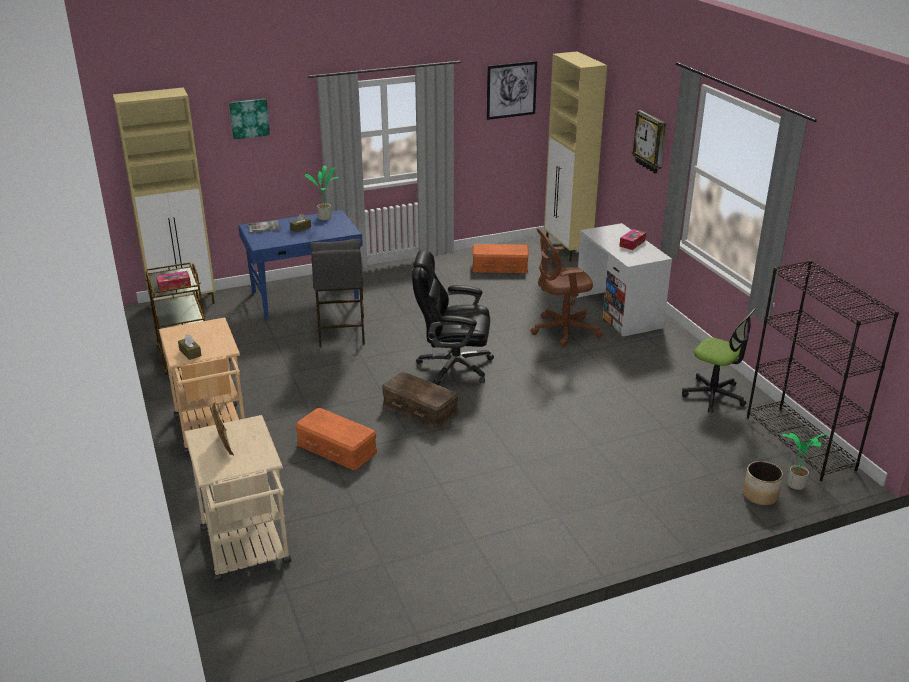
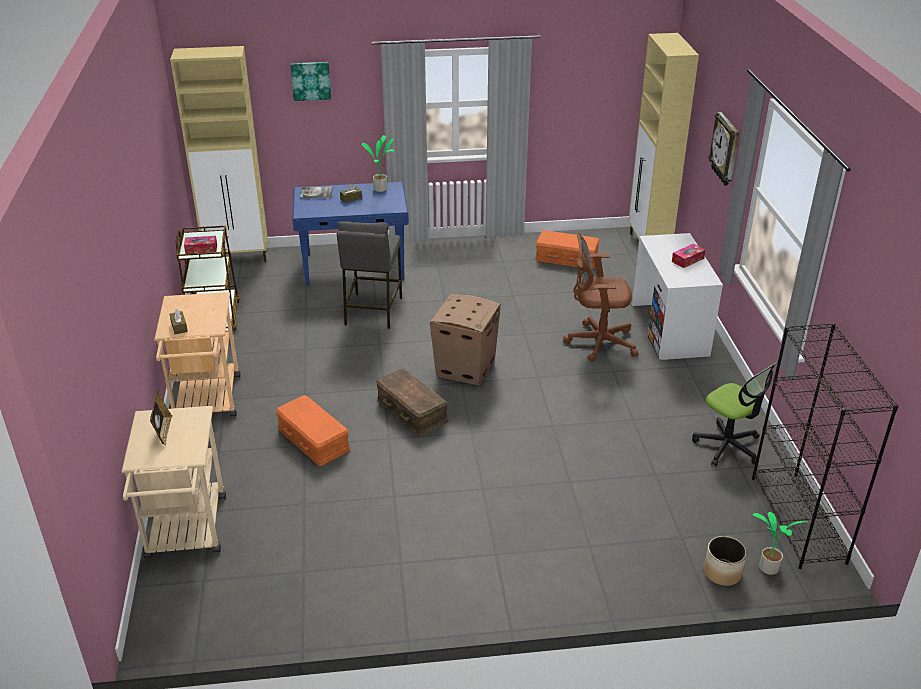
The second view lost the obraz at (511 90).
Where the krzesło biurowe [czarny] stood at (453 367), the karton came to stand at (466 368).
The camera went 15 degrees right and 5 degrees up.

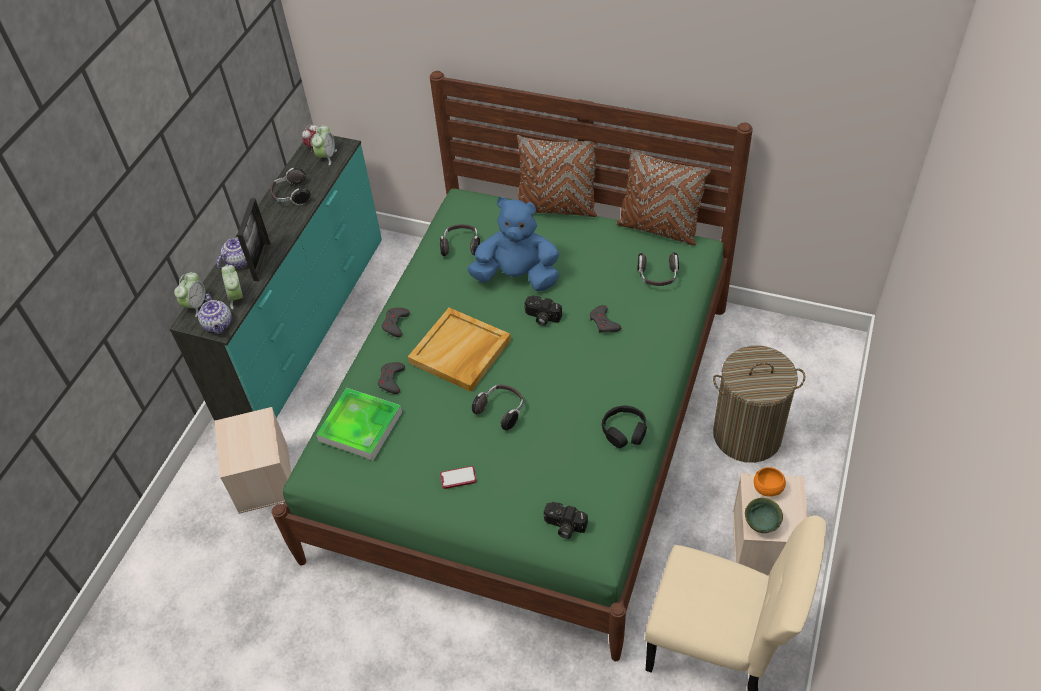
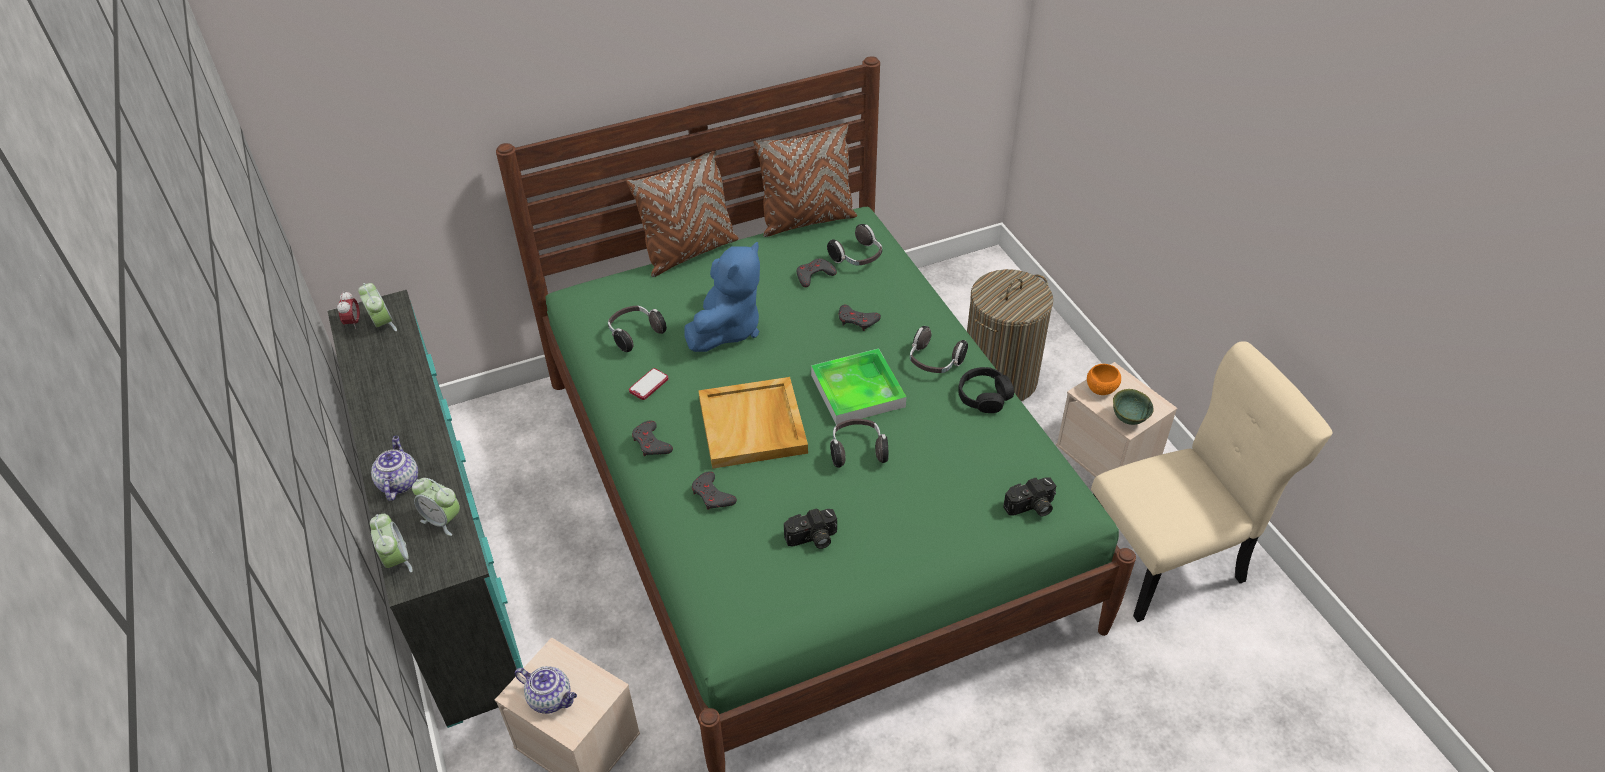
The second view lost the ramka na zdjęcie at (262 262).
The second view gained the pad do gier [szary] at (814 275).
The imbryk ended up elsewhere, having gone from (218 325) to (551 698).
The słuchawki ended up elsewhere, having gone from (291 196) to (934 362).
The taca ended up elsewhere, having gone from (360 426) to (857 391).
The telefon ended up elsewhere, having gone from (458 478) to (649 385).
The aparat fotograficzny ended up elsewhere, having gone from (541 317) to (812 539).
The pluszak [niebieski] at (517 276) ended up facing another way, 150 degrees clockwise from before.
The camera went 45 degrees left and 5 degrees down.

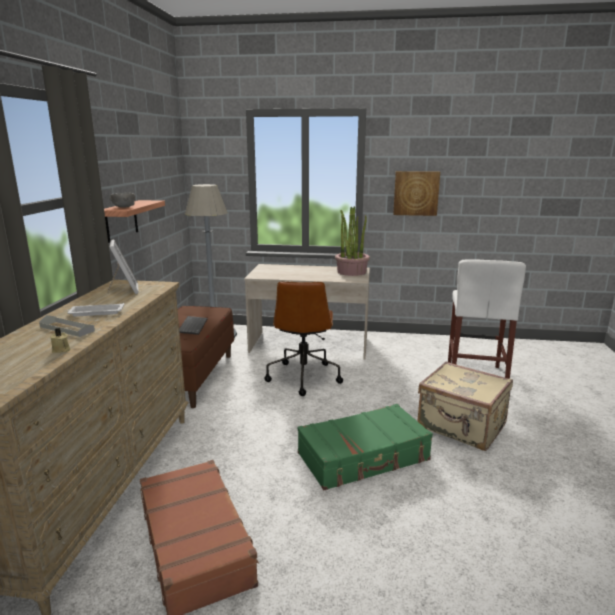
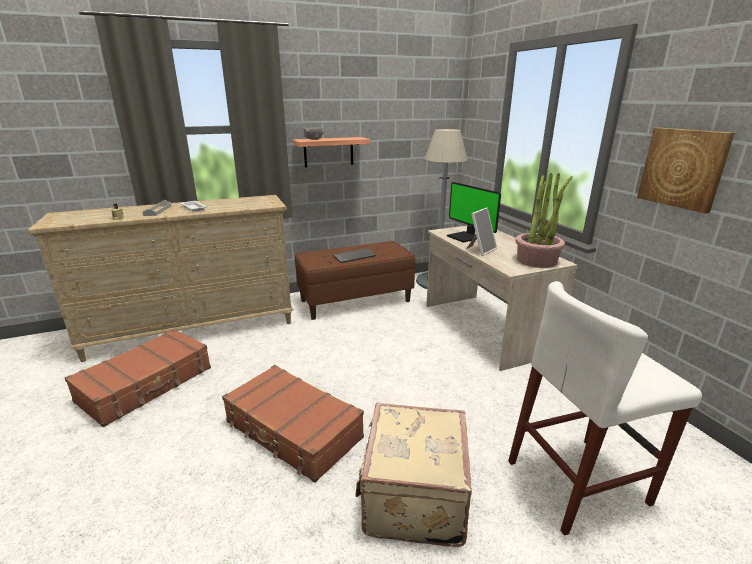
The second view lost the krzesło biurowe [brązowy] at (303 377).
The second view gained the monitor at (465 237).
The ramka na zdjęcie ended up elsewhere, having gone from (124 290) to (480 250).
What was the walizka [zielony] at (364 457) turned into the walizka [brązowy] at (293 431).
The camera went 60 degrees right and 5 degrees up.

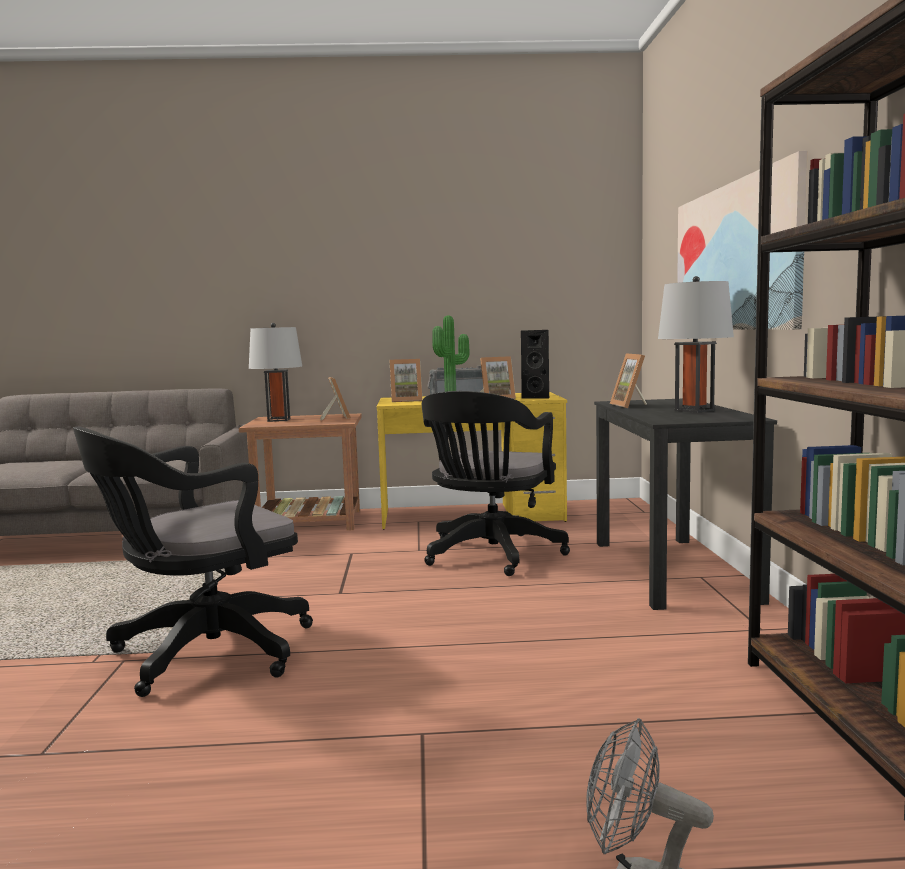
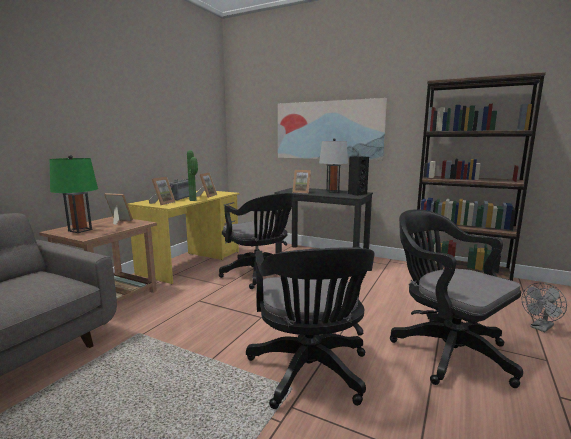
The second view gained the krzesło biurowe [czarny] at (445 350).
The głośnik [czarny] ended up elsewhere, having gone from (538 397) to (356 194).
What was the lampa stołowa [szary] at (279 420) turned into the lampa stołowa [zielony] at (80 230).
The camera went 60 degrees left and 5 degrees up.

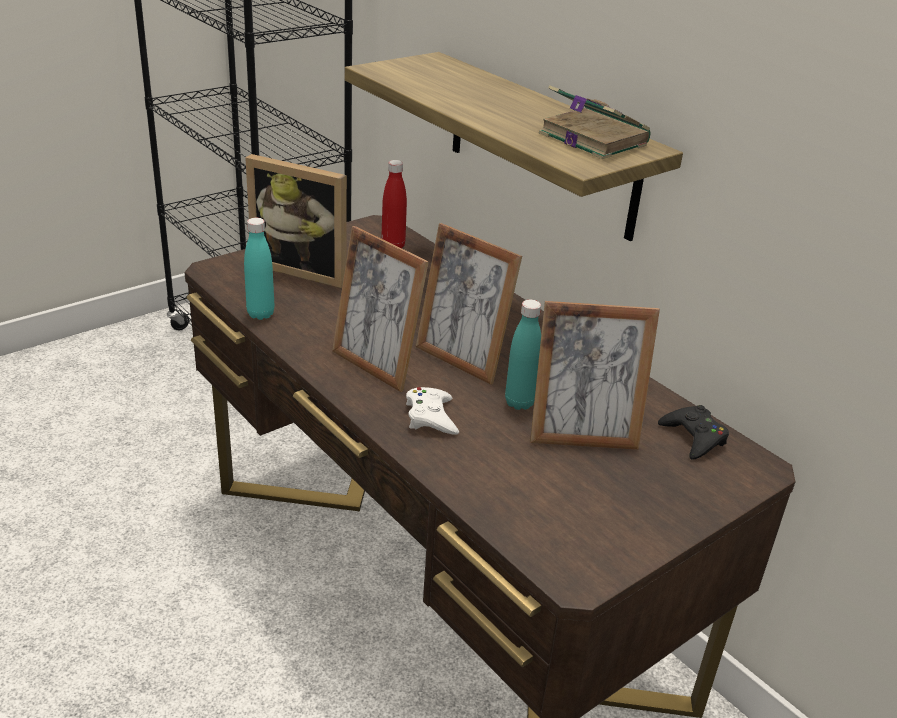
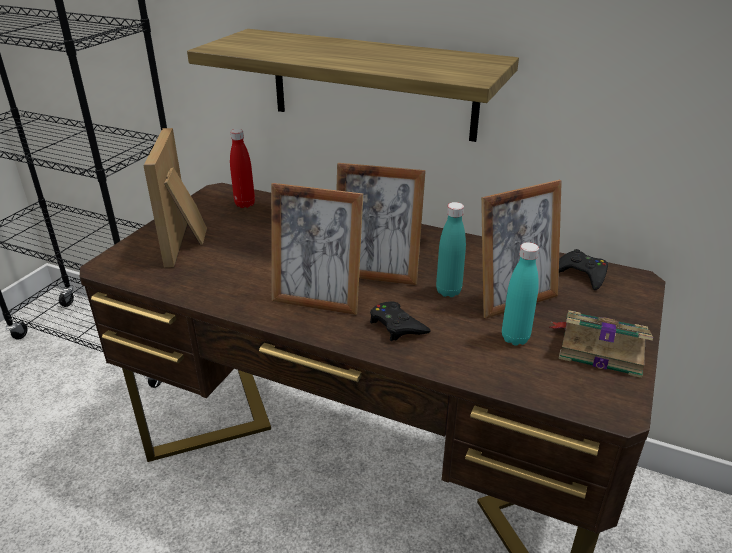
The butelka [turkusowy] ended up elsewhere, having gone from (260 314) to (515 338).
The książka ended up elsewhere, having gone from (591 138) to (599 347).
What was the pad do gier [biały] at (431 417) turned into the pad do gier [czarny] at (397 326).
The ramka na zdjęcie at (304 269) ended up facing another way, 90 degrees clockwise from before.
The camera went 25 degrees left and 0 degrees up.

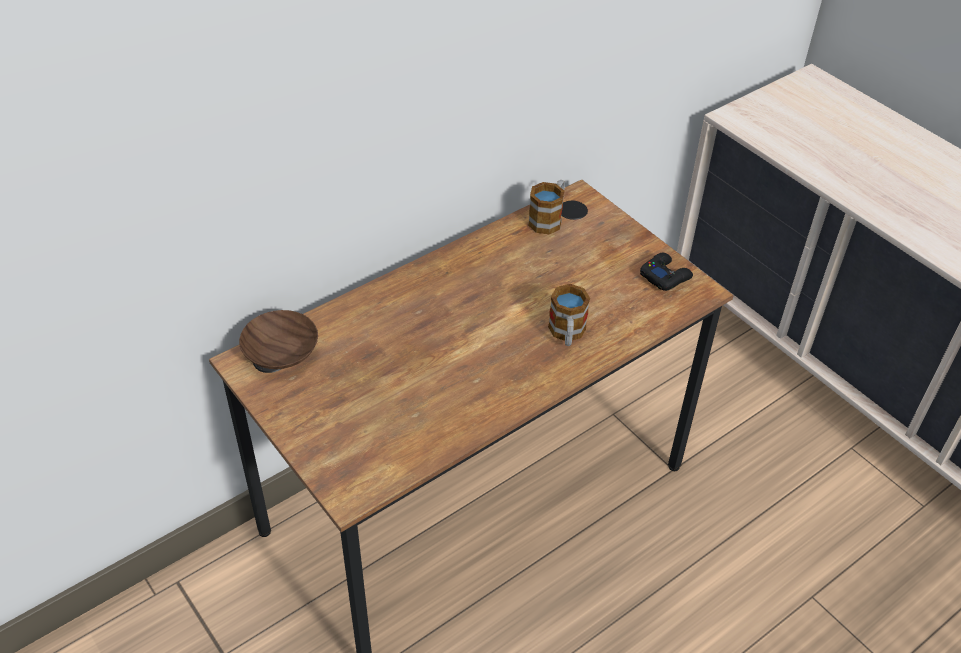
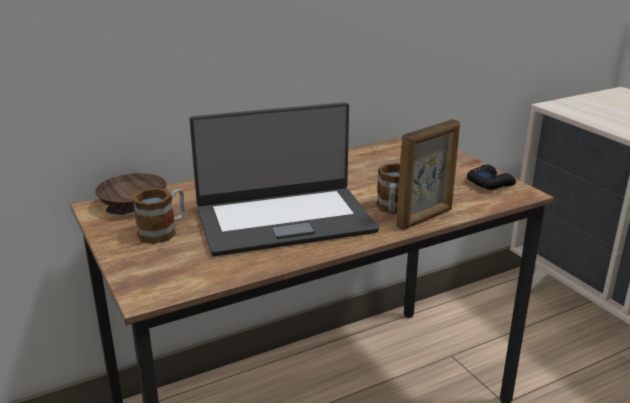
The second view gained the laptop at (284 220).
The second view gained the ramka na zdjęcie at (425 218).
The kubek ended up elsewhere, having gone from (548 219) to (163 231).
The camera went 10 degrees right and 20 degrees down.

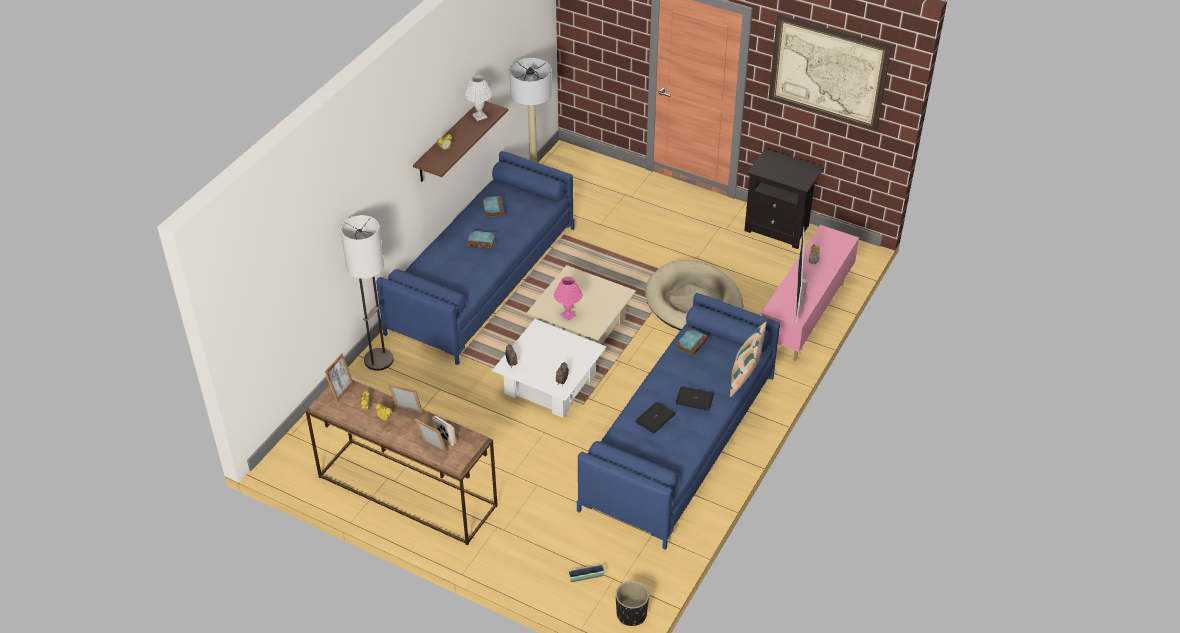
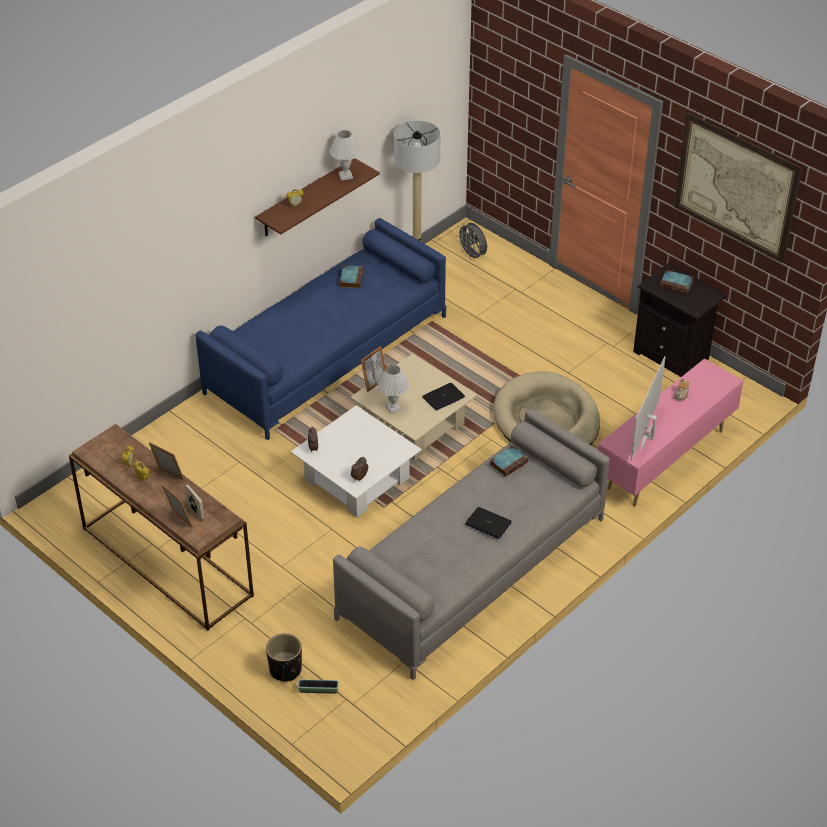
The second view lost the lampa stojąca at (378 360).
The second view lost the poduszka at (745 378).
The second view gained the wentylator [szary] at (472 256).
The ramka na zdjęcie ended up elsewhere, having gone from (341 391) to (374 383).
The książka ended up elsewhere, having gone from (482 242) to (677 284).
The donica [czarny] ended up elsewhere, having gone from (632 614) to (285 670).
The laptop ended up elsewhere, having gone from (655 418) to (443 397).
What was the lampa stołowa [różowy] at (568 315) turned into the lampa stołowa [biały] at (393 408).
What was the kanapa [niebieski] at (679 441) turned into the kanapa [szary] at (472 568).
The camera went 15 degrees right and 0 degrees up.

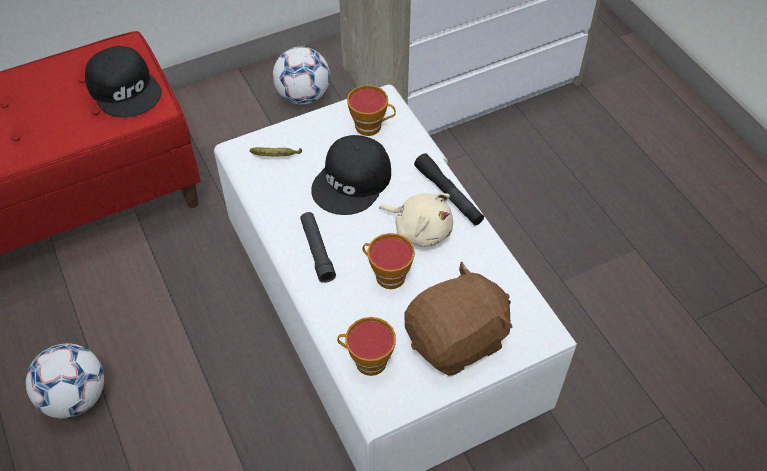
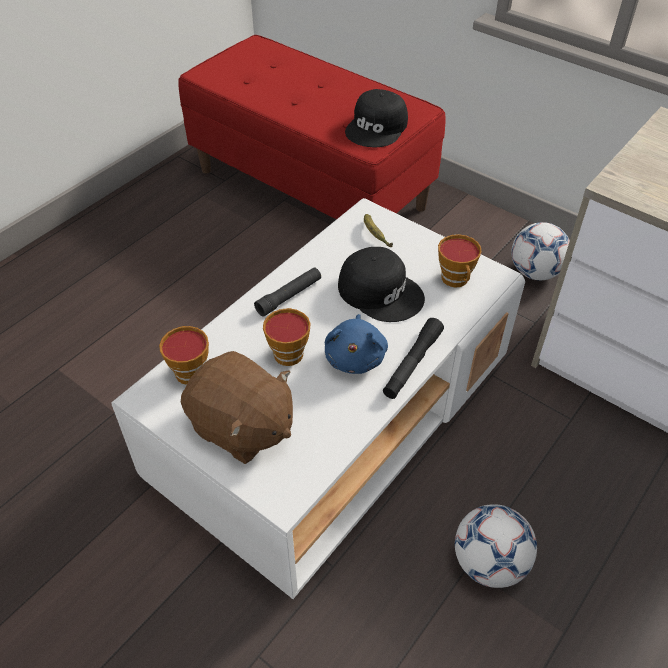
The piłka futbolowa ended up elsewhere, having gone from (75 397) to (489 563).
What was the pluszak [beżowy] at (420 229) turned into the pluszak [niebieski] at (355 357).
The czapka z daszkiem [czarny] at (353 182) ended up facing another way, 150 degrees counterclockwise from before.
The camera went 65 degrees right and 5 degrees down.

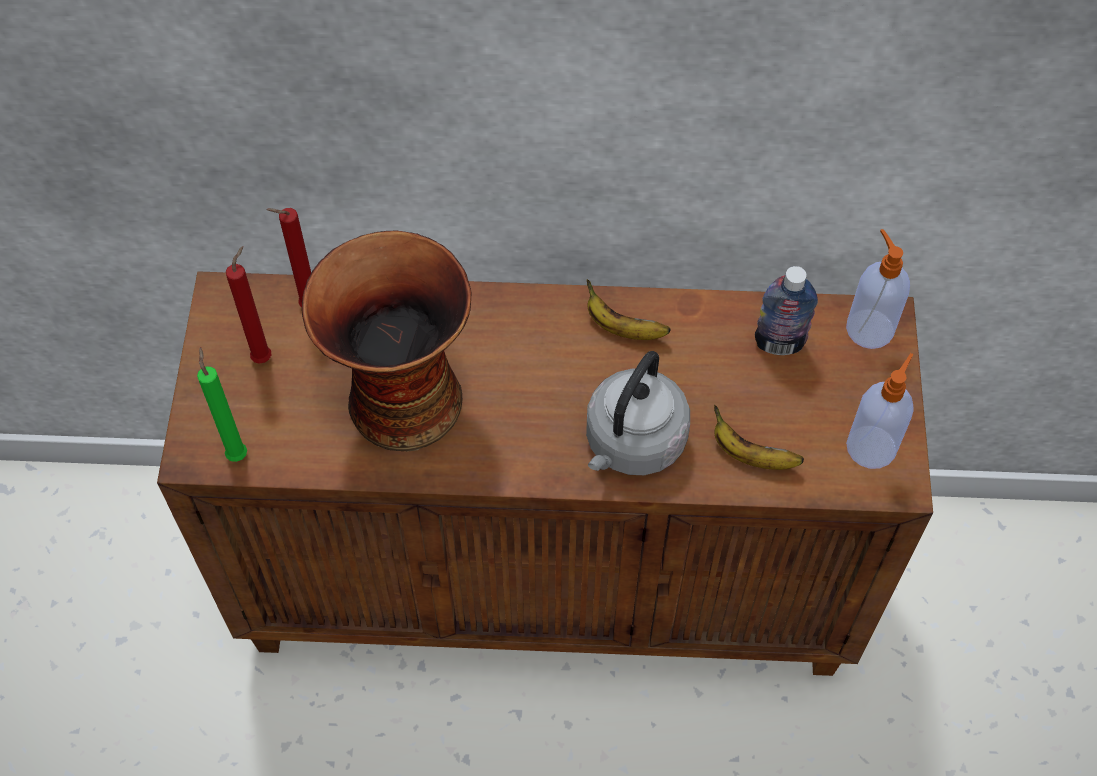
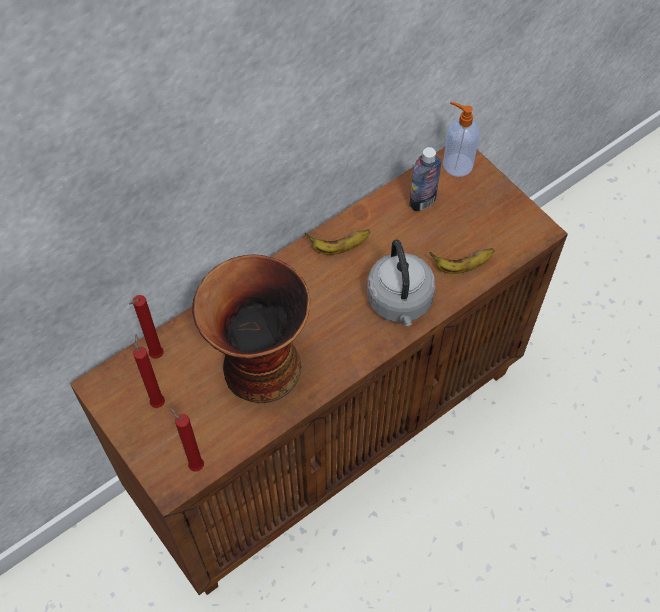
The second view lost the dozownik mydła at (872 445).
What was the świeca [zielony] at (237 453) turned into the świeca [czerwony] at (194 464).
The camera went 40 degrees left and 0 degrees up.

